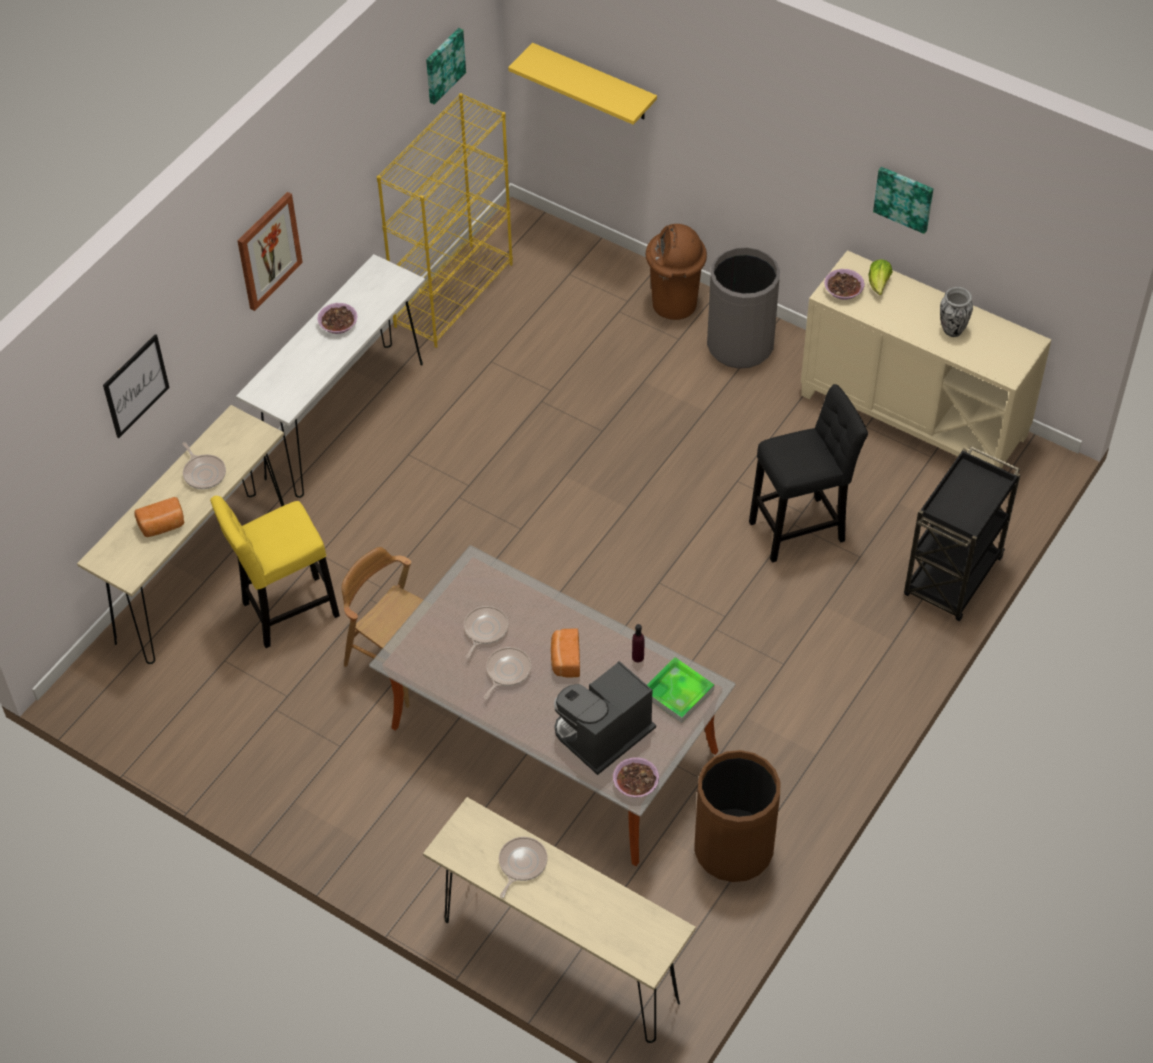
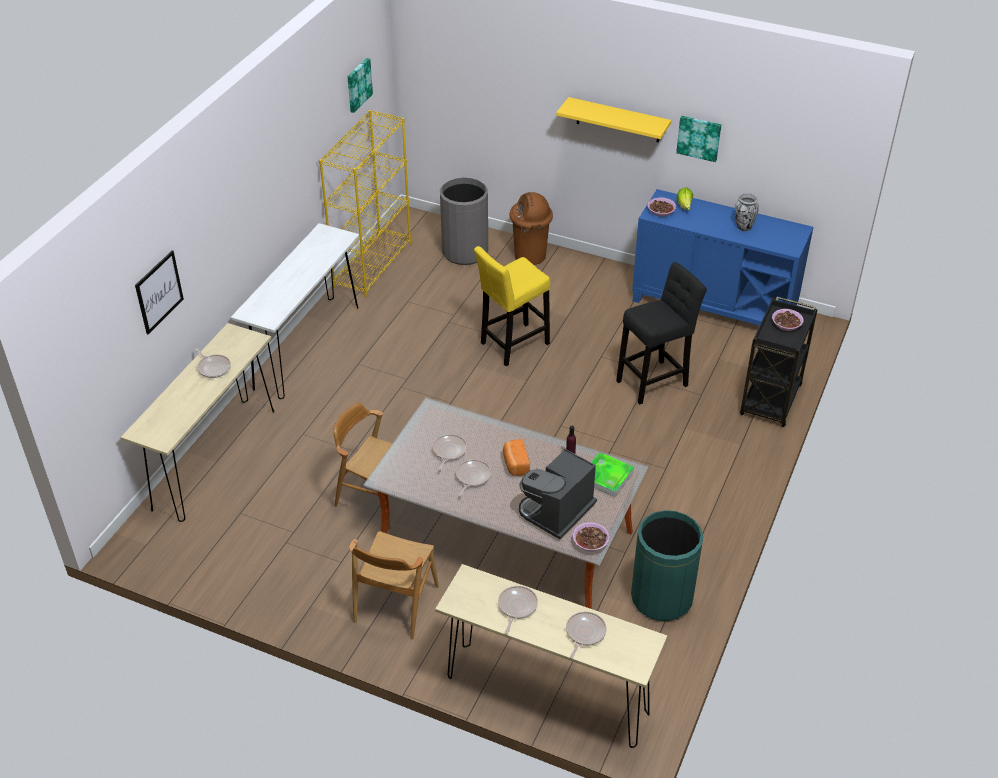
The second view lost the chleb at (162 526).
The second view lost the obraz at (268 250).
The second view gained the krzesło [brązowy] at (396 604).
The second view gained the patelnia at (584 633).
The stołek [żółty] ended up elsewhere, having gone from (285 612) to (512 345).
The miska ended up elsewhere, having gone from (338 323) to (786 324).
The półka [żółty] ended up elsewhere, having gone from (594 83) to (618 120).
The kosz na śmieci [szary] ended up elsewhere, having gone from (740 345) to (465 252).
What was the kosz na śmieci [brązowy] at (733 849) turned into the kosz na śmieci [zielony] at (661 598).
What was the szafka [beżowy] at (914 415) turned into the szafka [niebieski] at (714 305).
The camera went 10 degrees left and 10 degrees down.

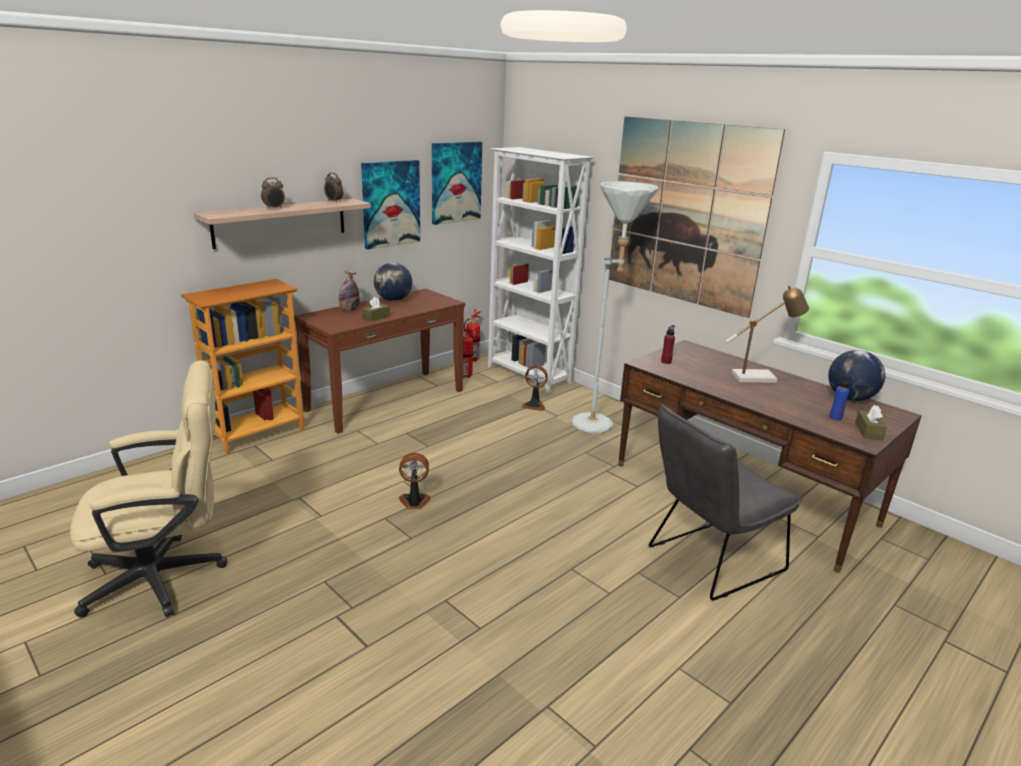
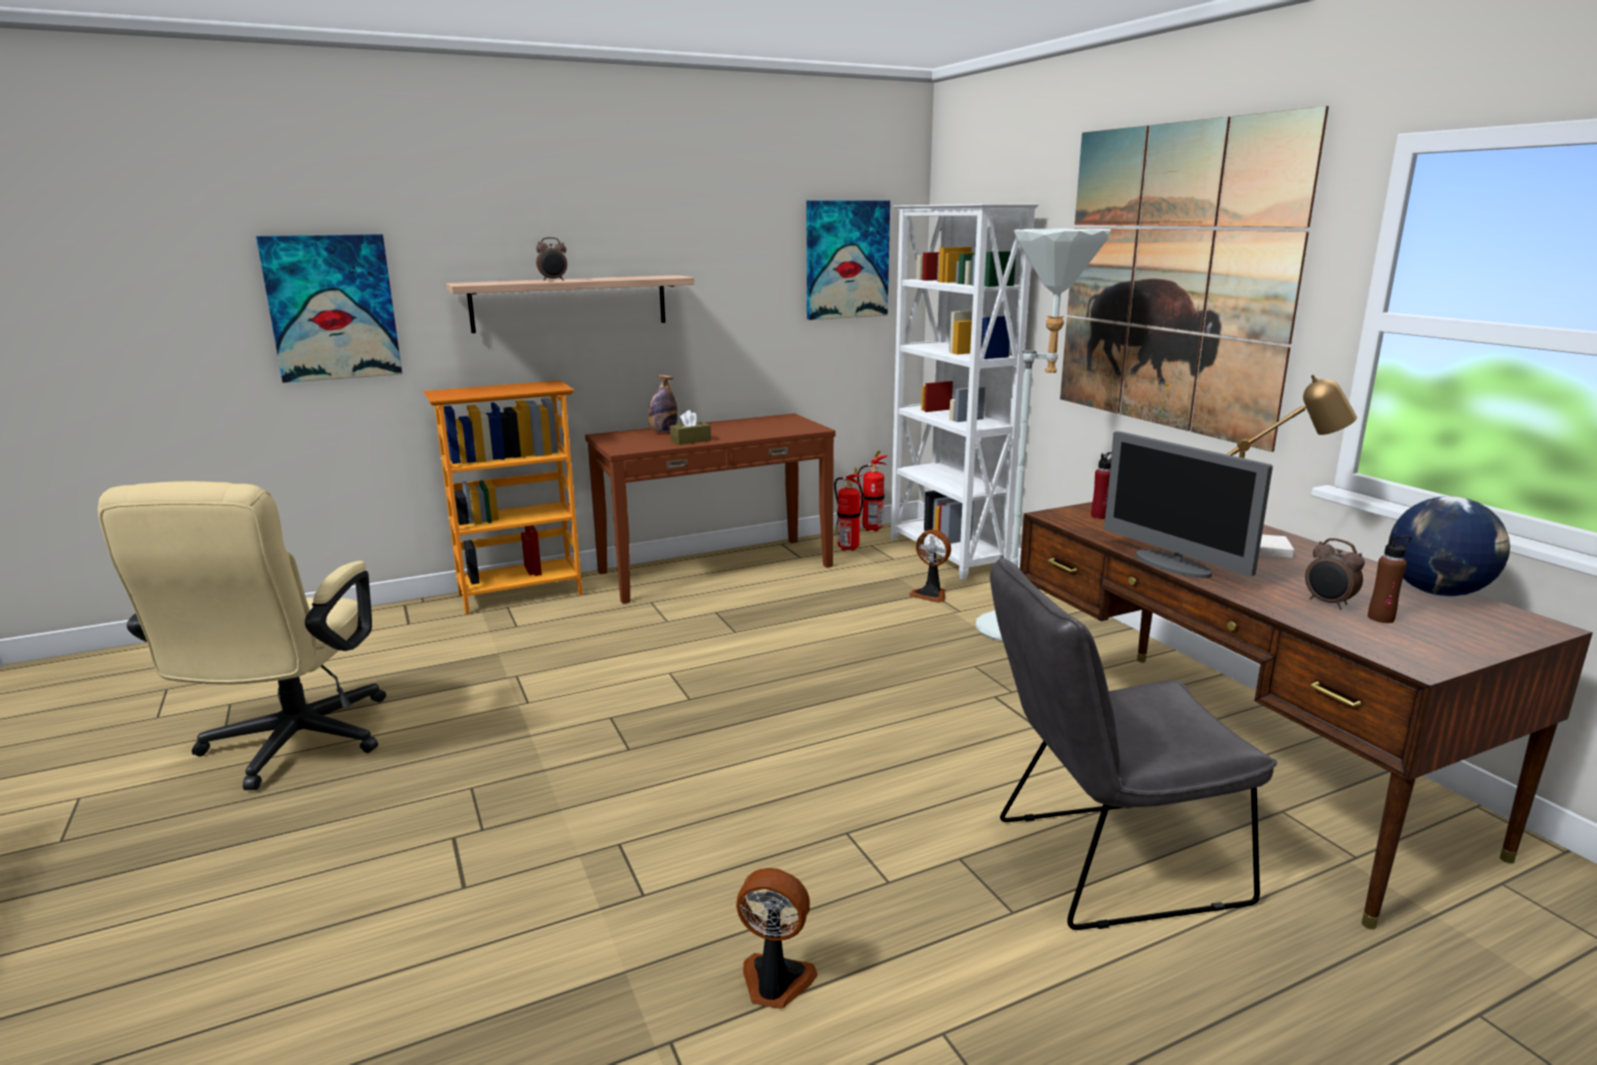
The second view lost the globus at (393 300).
The second view lost the pudełko chusteczek [brązowy] at (868 431).
The second view gained the monitor at (1173 565).
The budzik ended up elsewhere, having gone from (334 201) to (1328 603).
The obraz ended up elsewhere, having gone from (390 203) to (332 307).
The wentylator ended up elsewhere, having gone from (414 502) to (775 983).
What was the butelka [niebieski] at (835 417) turned into the butelka [brązowy] at (1381 618).
The krzesło biurowe [beżowy] at (167 576) ended up facing another way, 90 degrees clockwise from before.
The camera went 20 degrees right and 5 degrees down.

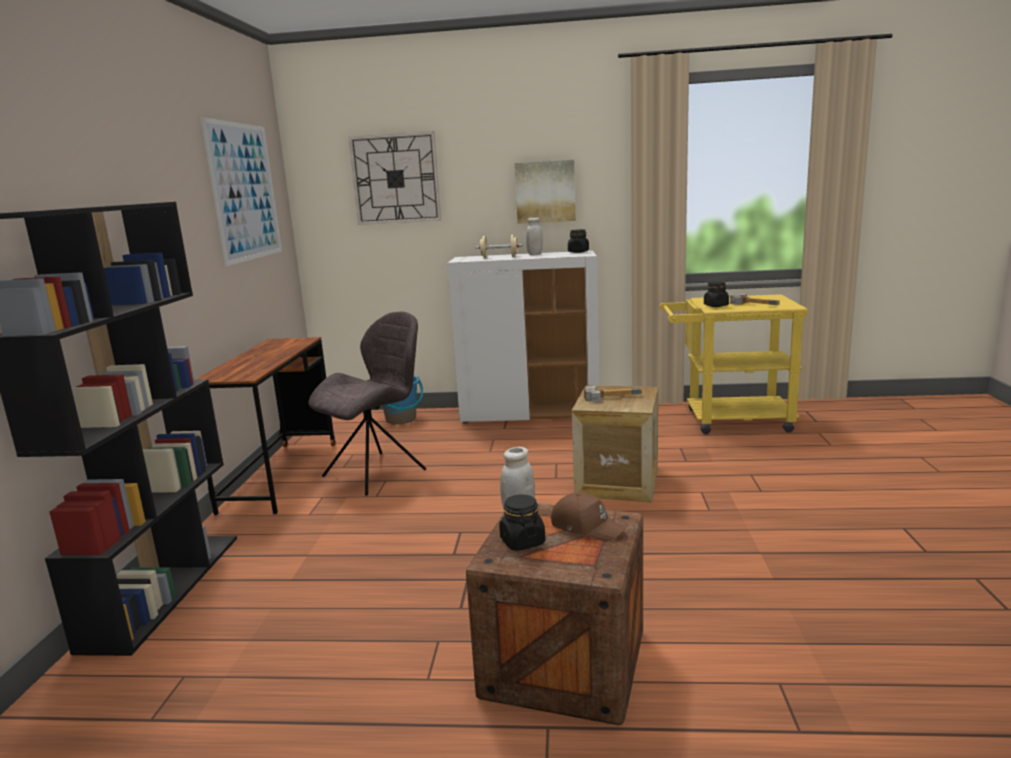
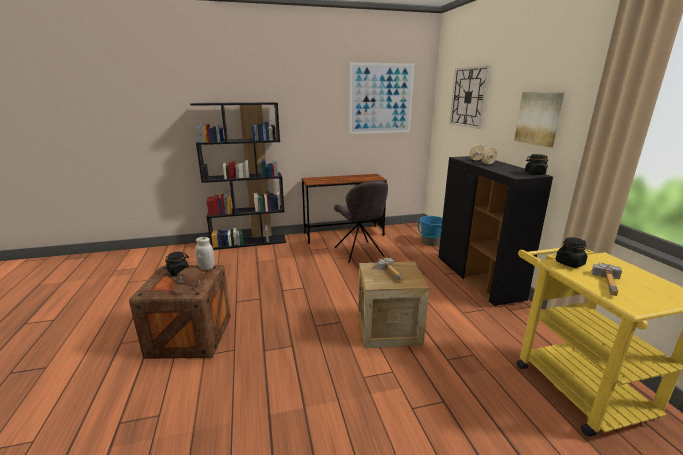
The second view lost the słoik [biały] at (535 254).
What was the szafka [biały] at (531 415) turned into the szafka [czarny] at (478 279).
The krzesło [szary] at (378 472) ended up facing another way, 45 degrees clockwise from before.
The camera went 70 degrees right and 5 degrees up.

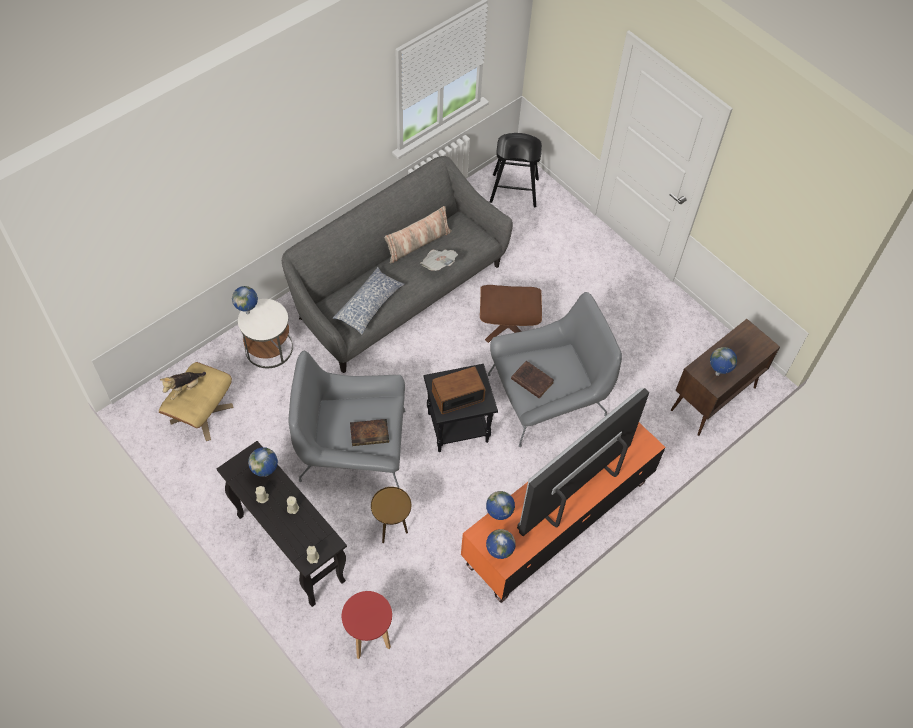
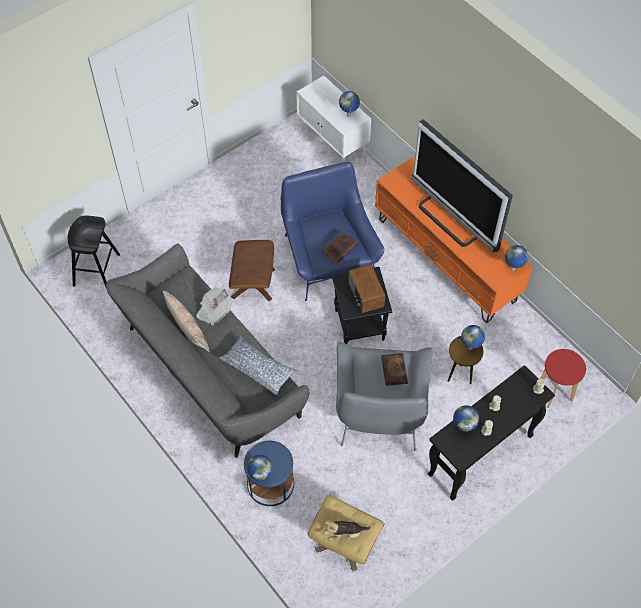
The globus ended up elsewhere, having gone from (498 517) to (470 348).
What was the stolik [biały] at (269 348) turned into the stolik [niebieski] at (270 483).
What was the fotel [szary] at (548 396) turned into the fotel [niebieski] at (329 257).
What was the szafka [brązowy] at (712 399) turned into the szafka [biały] at (333 148).
The pluszak at (184 388) ended up facing another way, 120 degrees clockwise from before.
The camera went 85 degrees left and 0 degrees up.

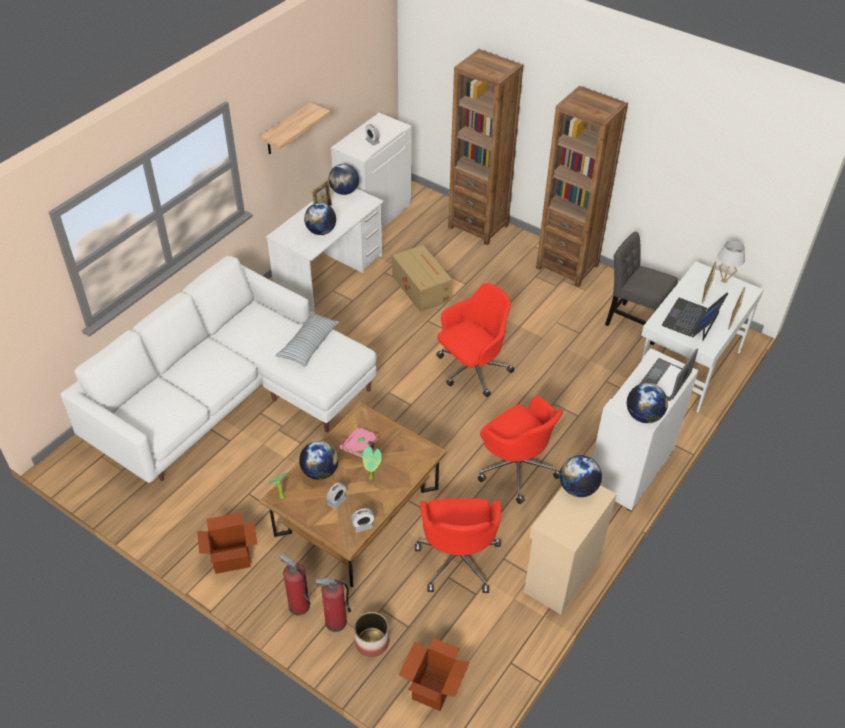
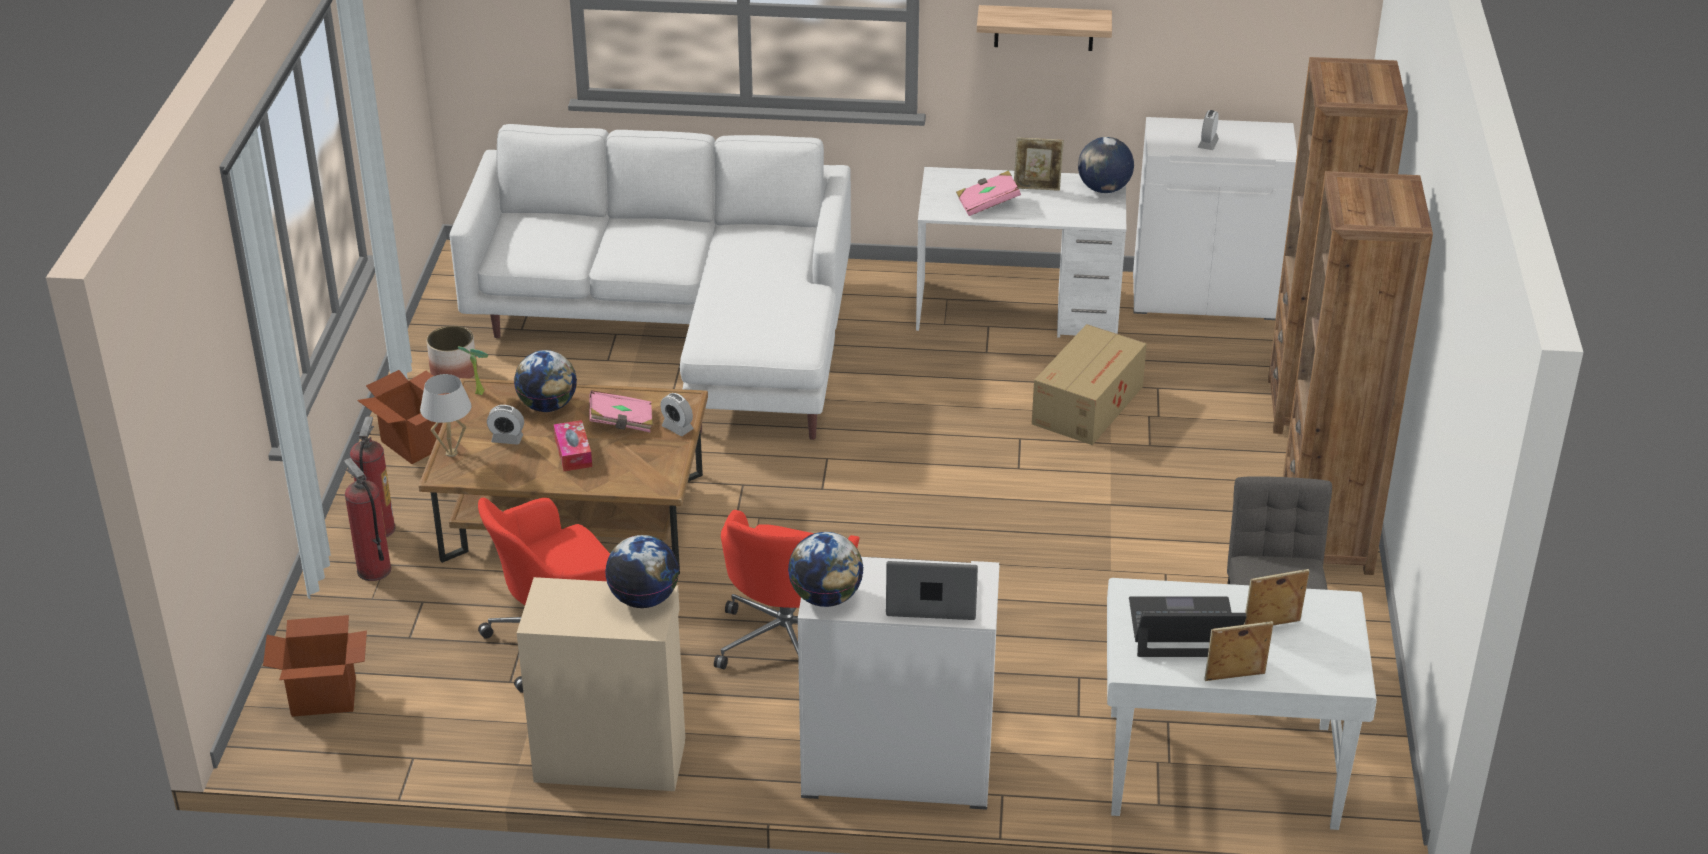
The second view lost the poduszka at (308 344).
The second view lost the krzesło biurowe [czerwony] at (472 370).
The budzik ended up elsewhere, having gone from (363 526) to (677 428).
The donica ended up elsewhere, having gone from (371 642) to (453 372).
The lampa stołowa [biały] ended up elsewhere, having gone from (724 280) to (451 453).
Where the globus stood at (321 231), the książka [różowy] came to stand at (987 204).
Where the roślina doniczkowa stood at (372 478), the pudełko chusteczek came to stand at (573 453).
The camera went 60 degrees right and 10 degrees down.

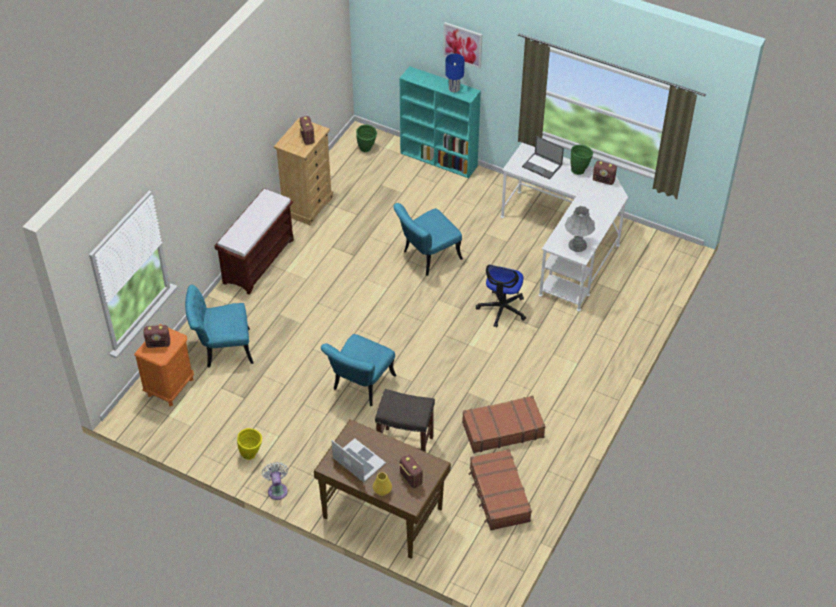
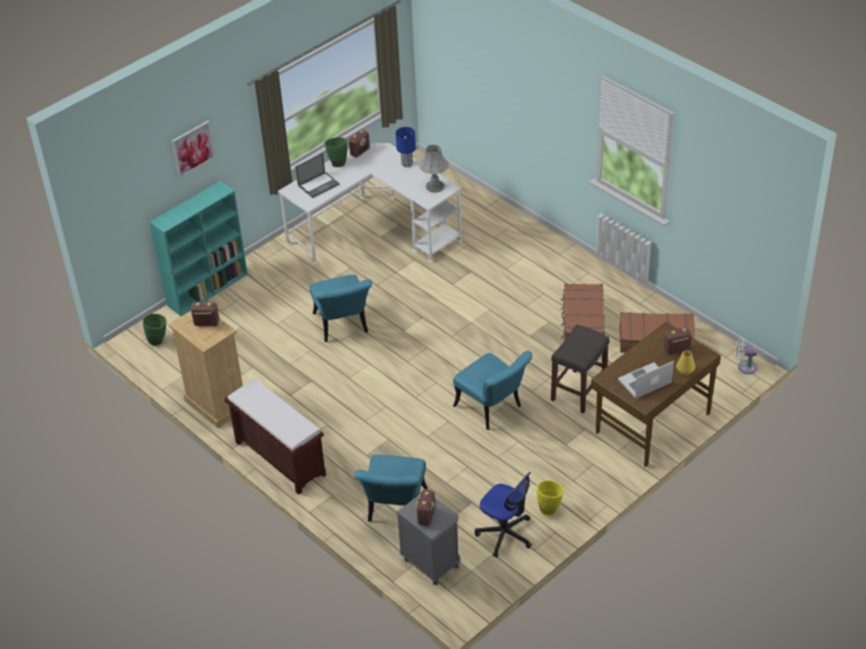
The wentylator [biały] ended up elsewhere, having gone from (277 489) to (745 367).
The lampa stołowa [niebieski] ended up elsewhere, having gone from (454 89) to (407 164).
The krzesło biurowe ended up elsewhere, having gone from (502 309) to (505 534).
What was the szafka nocna [pomarańczowy] at (170 386) turned into the szafka nocna [szary] at (430 563).
The camera went 70 degrees left and 5 degrees down.

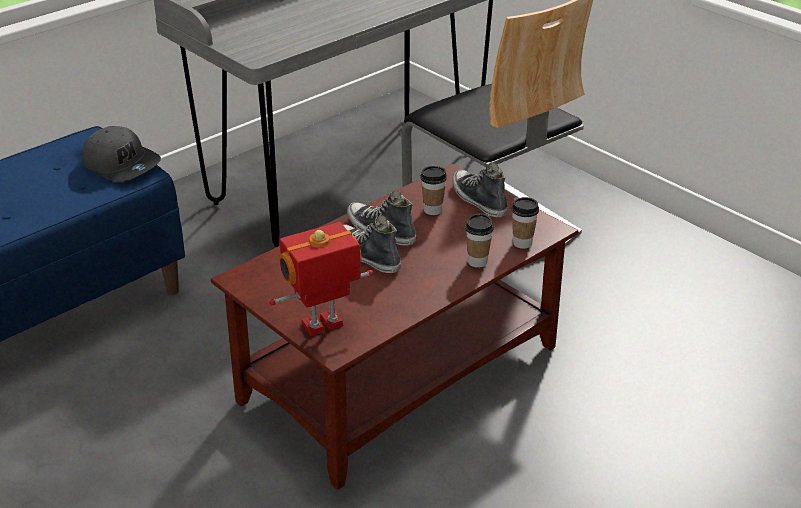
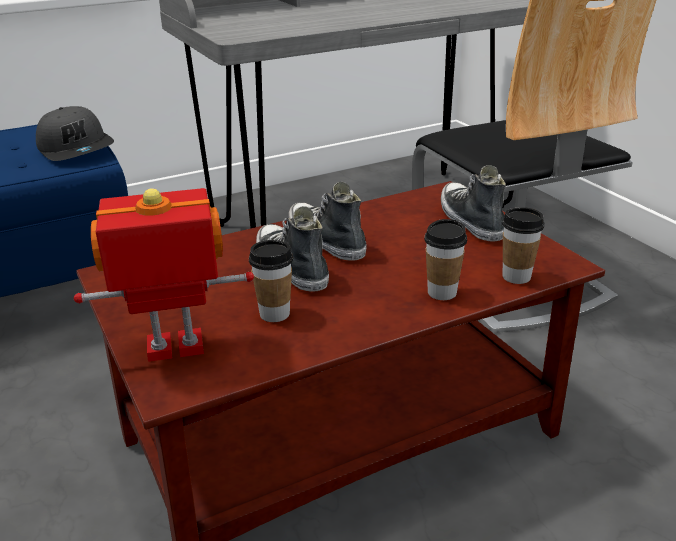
The filiżanka ended up elsewhere, having gone from (433 210) to (274 314).
The camera went 15 degrees right and 5 degrees down.

